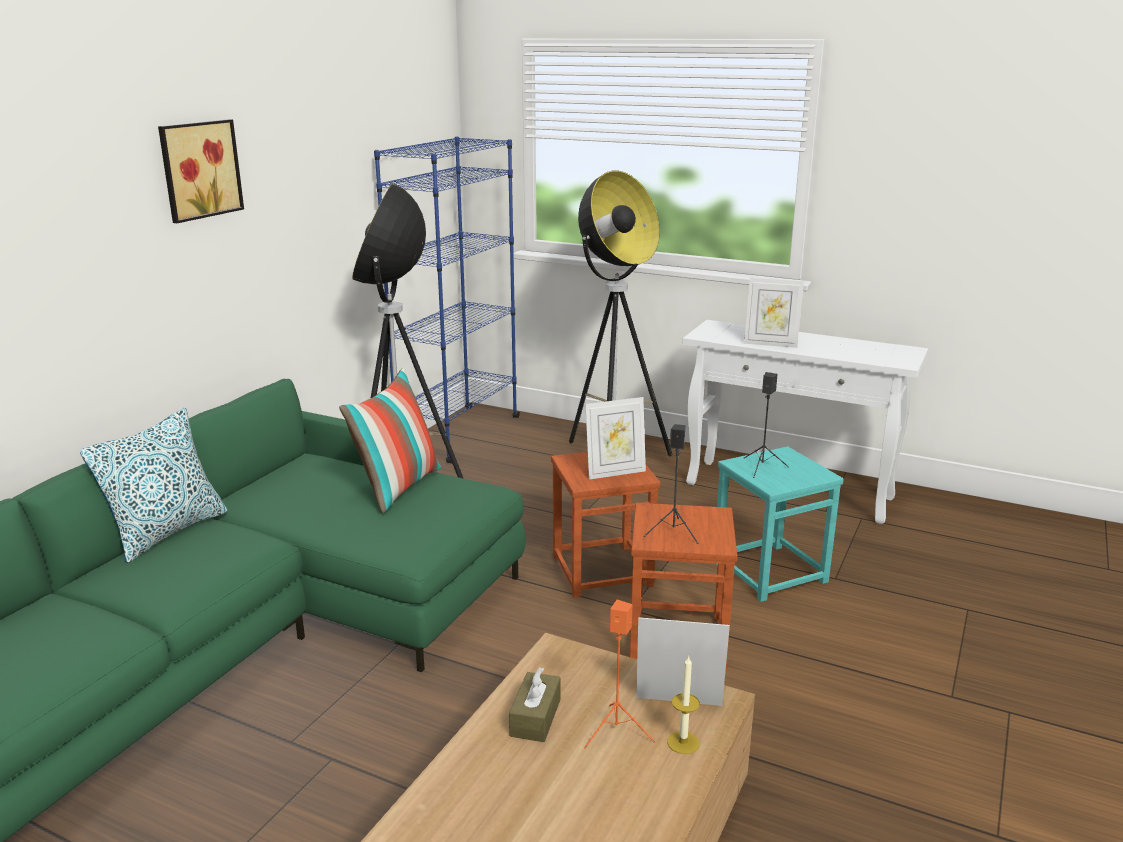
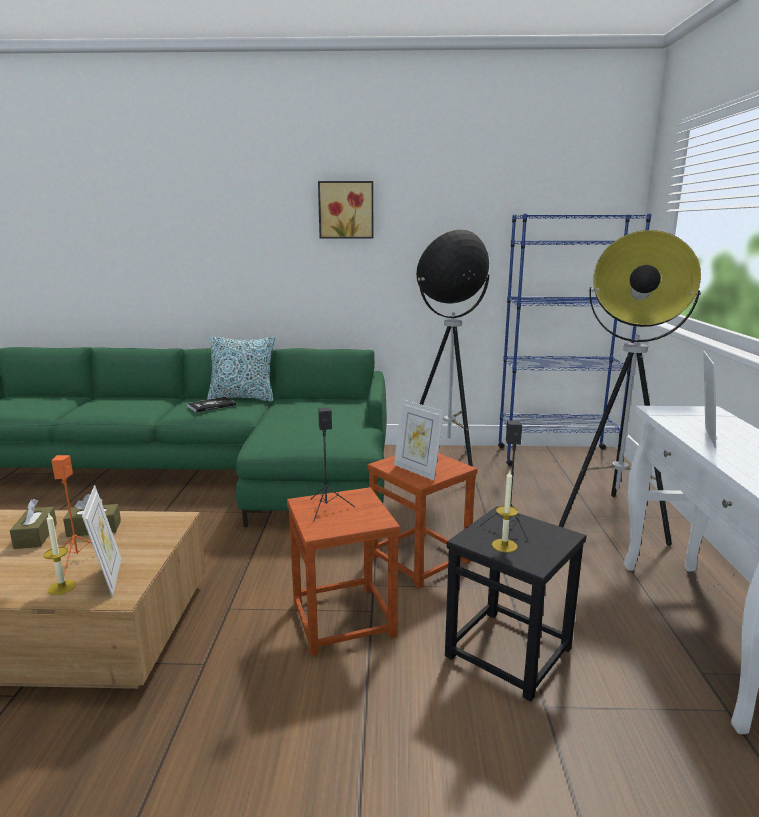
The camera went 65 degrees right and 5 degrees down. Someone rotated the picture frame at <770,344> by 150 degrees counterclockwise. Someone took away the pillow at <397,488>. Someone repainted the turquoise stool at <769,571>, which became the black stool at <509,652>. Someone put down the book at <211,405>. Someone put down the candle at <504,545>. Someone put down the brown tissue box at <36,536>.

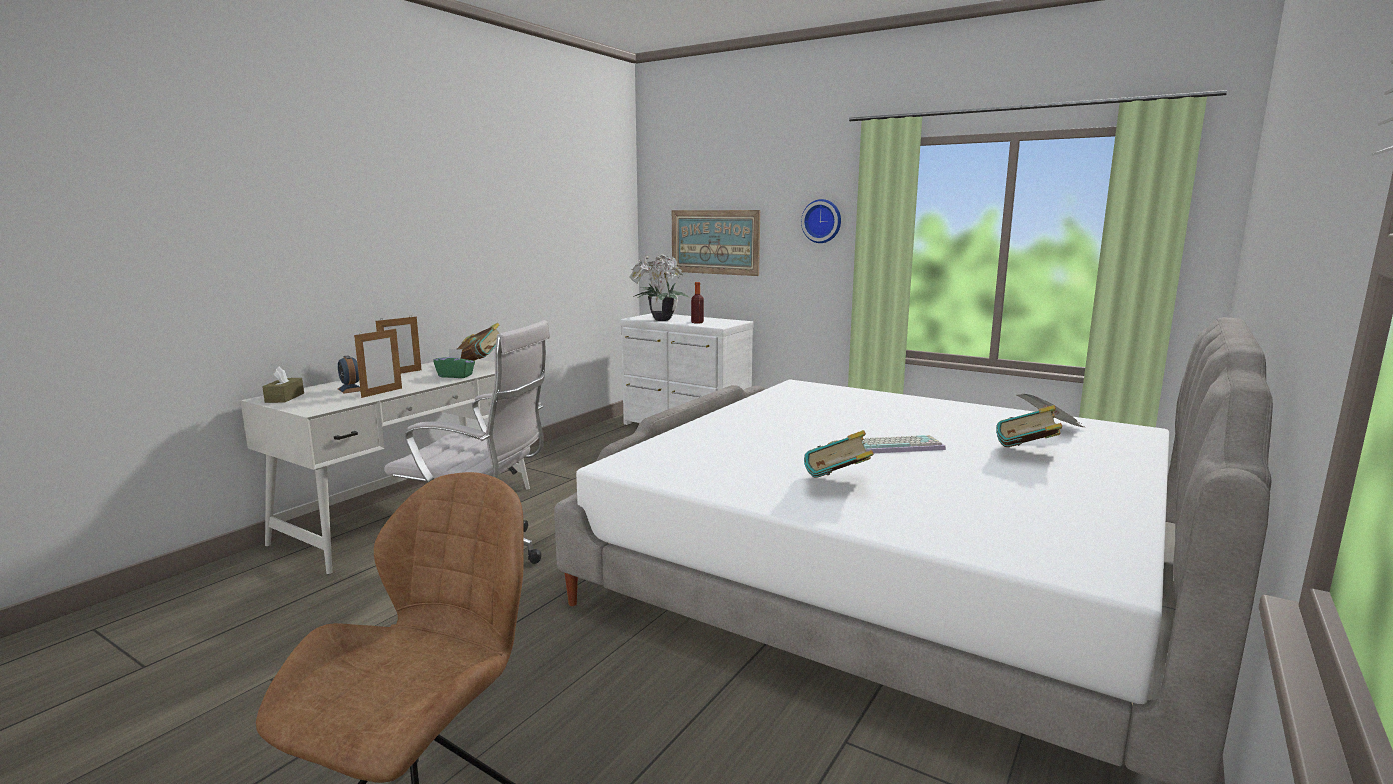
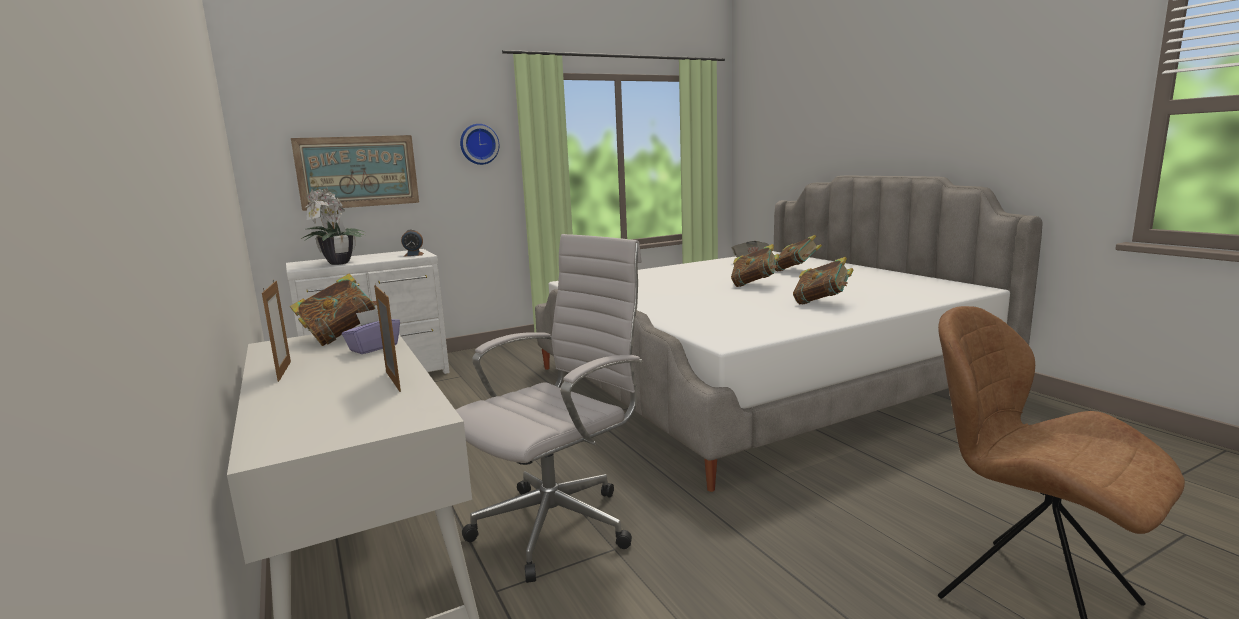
The camera went 60 degrees left and 0 degrees up. Someone took away the bottle at <697,322>. Someone repainted the green tissue box at <455,376>, which became the purple tissue box at <373,348>. Someone carried the alarm clock from <351,389> to <413,254>. Someone took away the brown tissue box at <284,398>. Someone swapped the keyboard at <895,446> for the book at <755,285>.

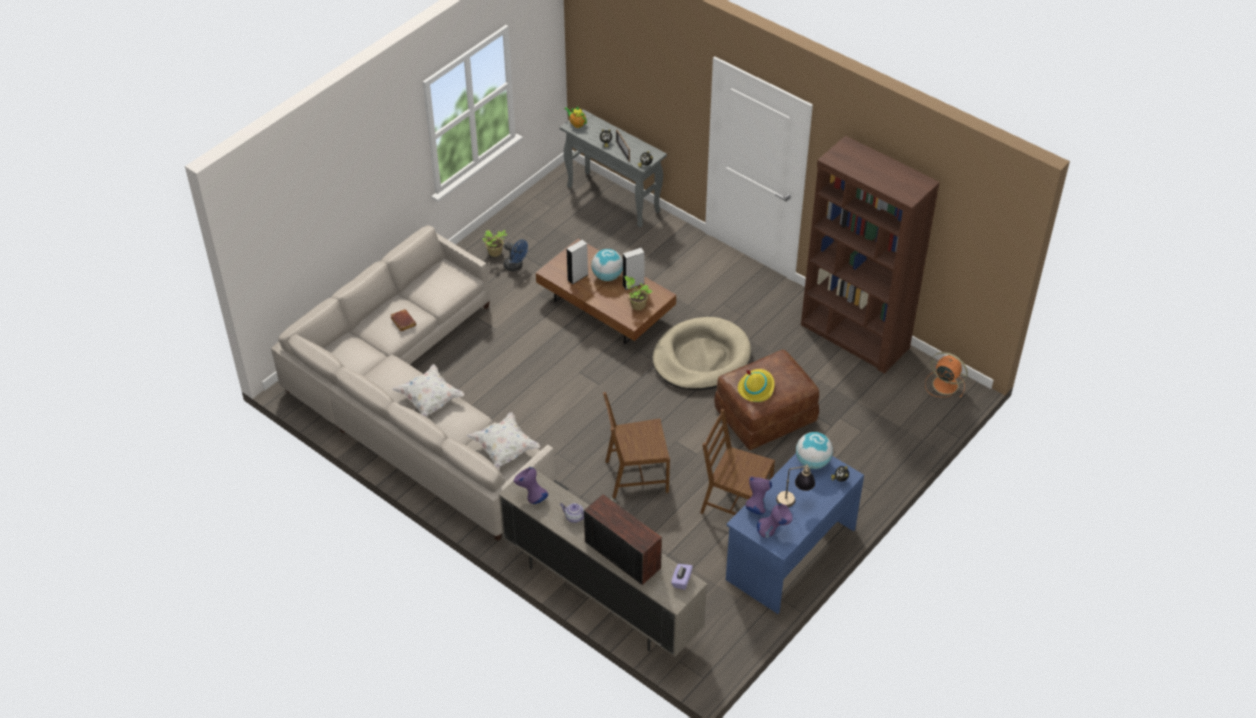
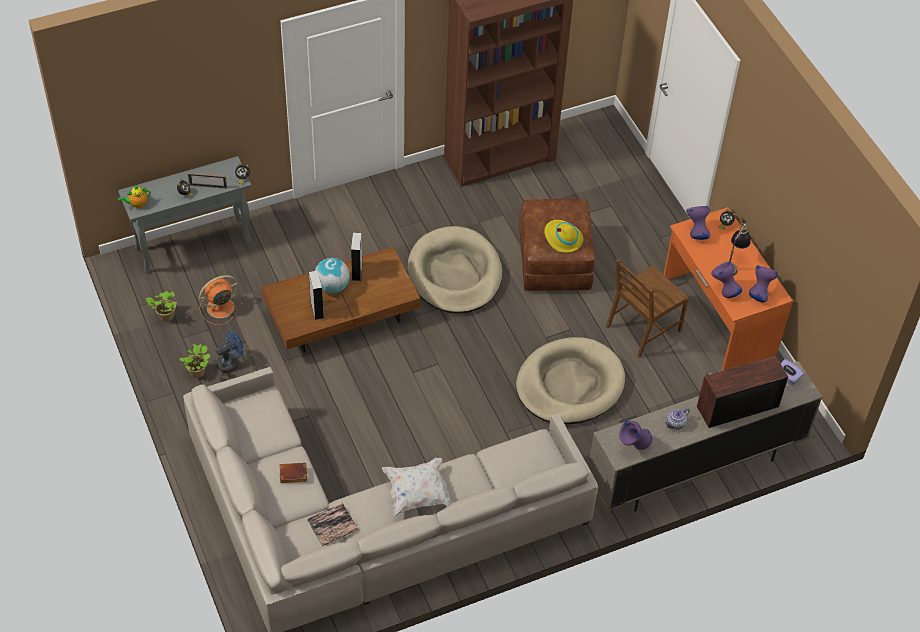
The camera went 65 degrees left and 5 degrees up. Someone carried the potted plant from <637,305> to <165,316>. Someone carried the orange fan from <944,384> to <219,308>. Someone swapped the brown chair at <636,476> for the beige dog bed at <569,384>. Someone took away the white pillow at <504,449>. Someone swapped the globe at <812,462> for the purple vase at <696,233>. Someone repainted the blue desk at <789,553>, which became the orange desk at <717,316>. Someone put down the book at <332,525>.

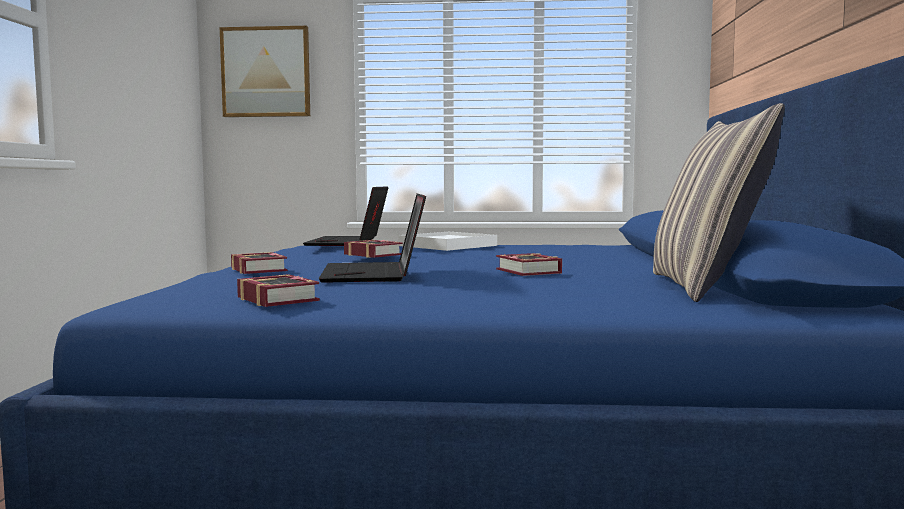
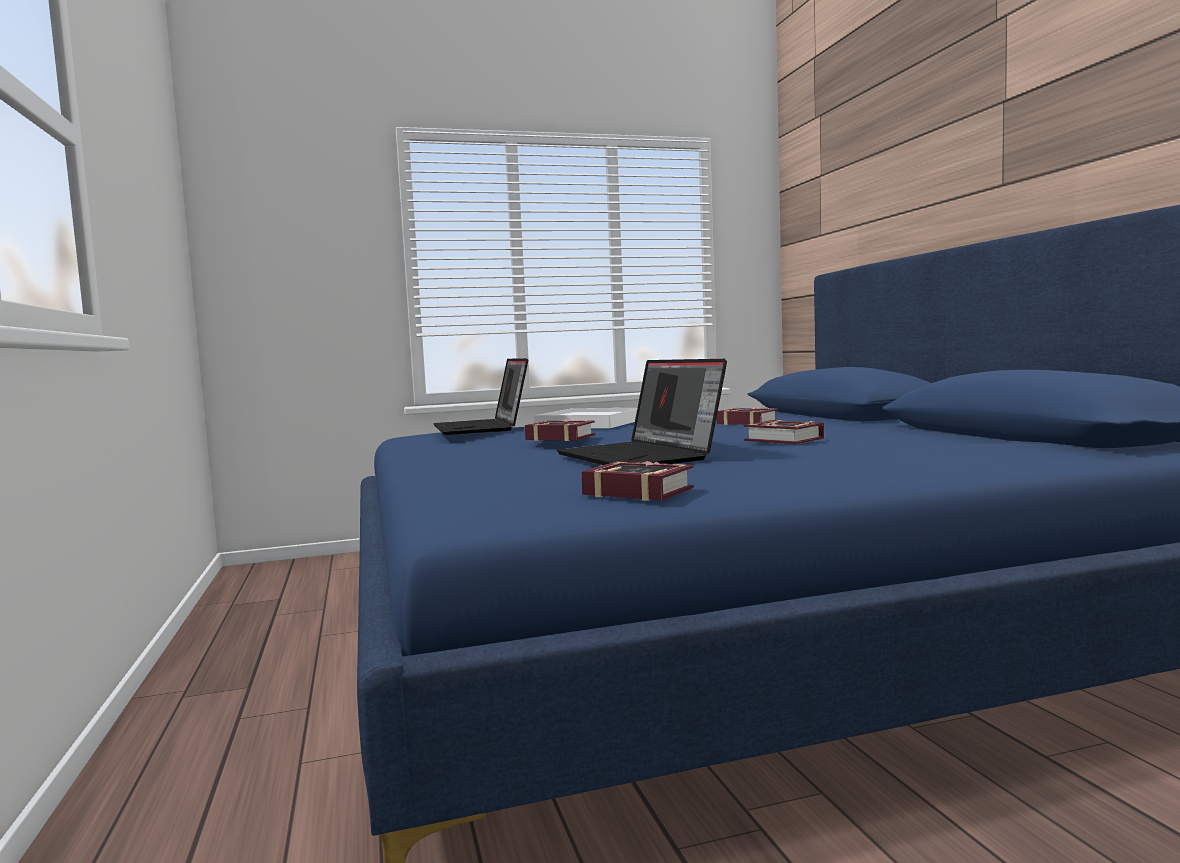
The camera went 20 degrees left and 0 degrees up. Someone took away the picture at <266,72>. Someone took away the pillow at <705,287>. Someone carried the book from <259,269> to <746,422>.

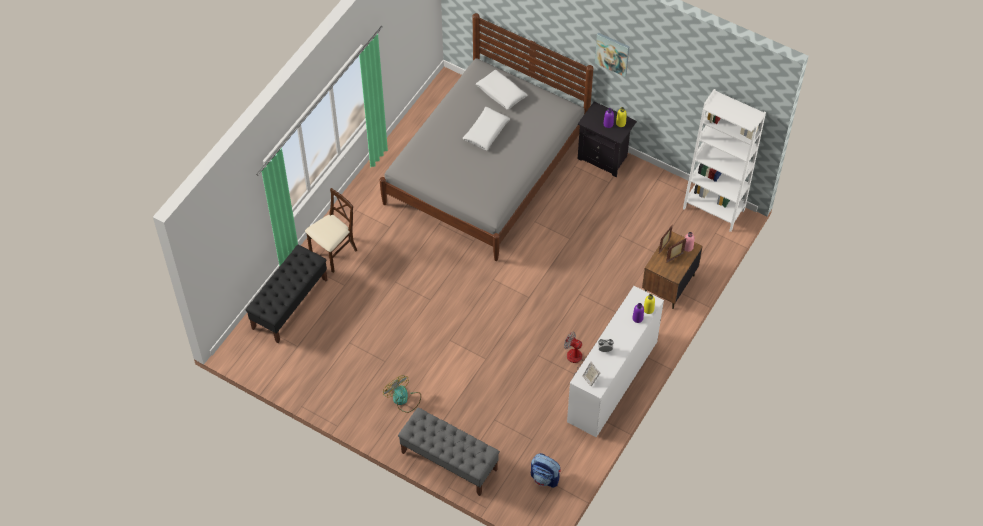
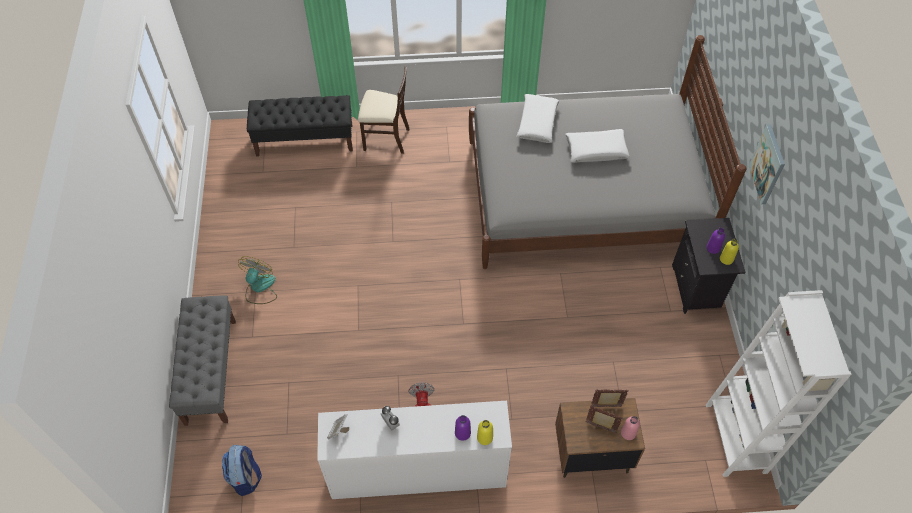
The camera went 55 degrees right and 0 degrees up. Someone carried the white pillow from <501,93> to <537,123>.

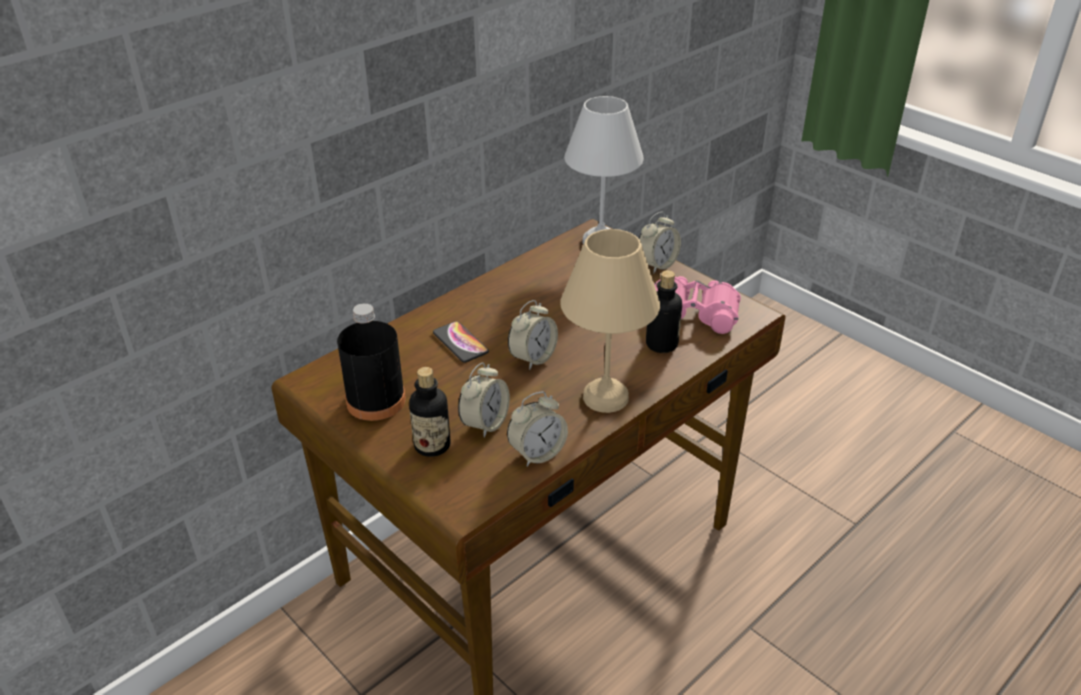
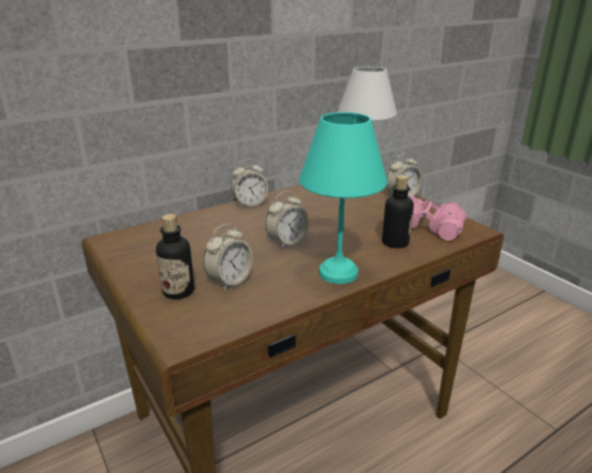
The camera went 10 degrees right and 10 degrees down. Someone repainted the beige table lamp at <607,398>, which became the turquoise table lamp at <339,274>. Someone took away the black bottle at <376,401>. Someone took away the phone at <460,342>. Someone carried the alarm clock from <537,453> to <250,203>.

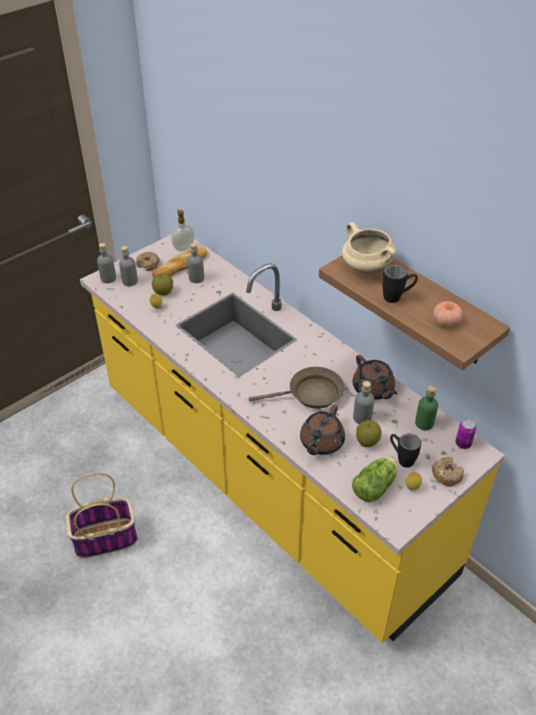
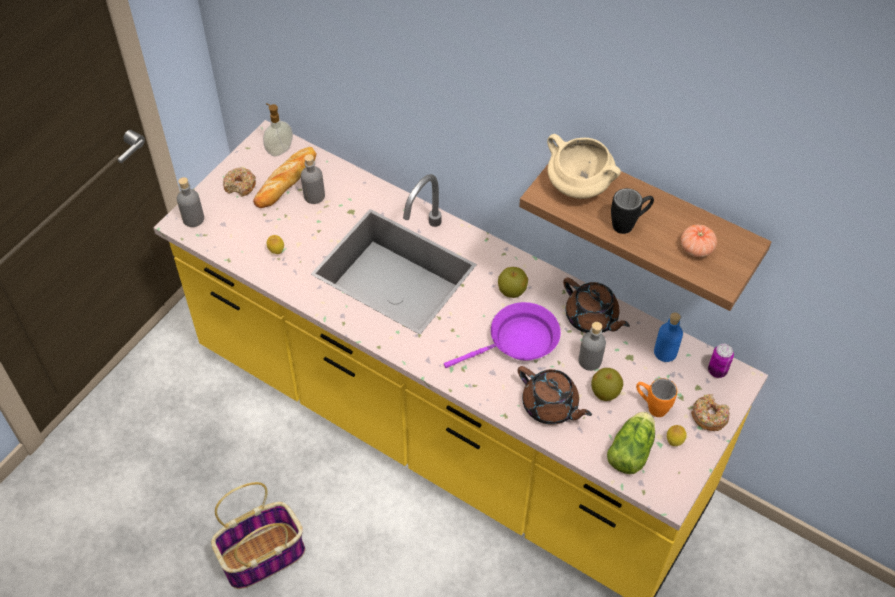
The camera went 15 degrees left and 10 degrees up. Someone took away the grey bottle at <130,281>. Someone carried the apple from <163,292> to <512,291>. Someone repainted the brown frying pan at <311,395>, which became the purple frying pan at <518,342>. Someone repainted the green bottle at <424,423>, which became the blue bottle at <665,352>. Someone rotated the brown teapot at <321,442> by 60 degrees counterclockwise. Someone repainted the black mug at <401,458>, which became the orange mug at <651,406>.

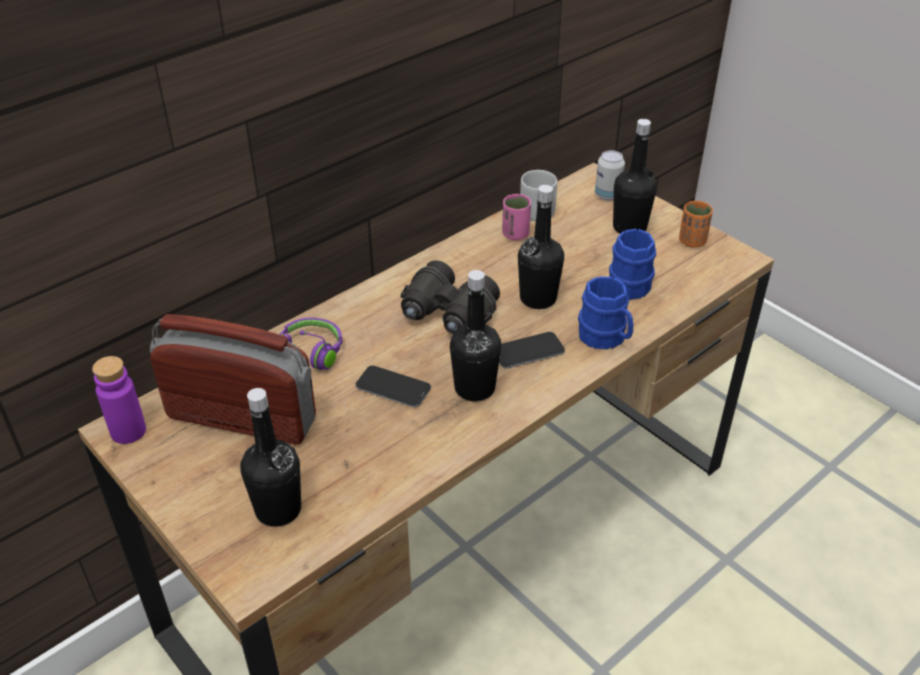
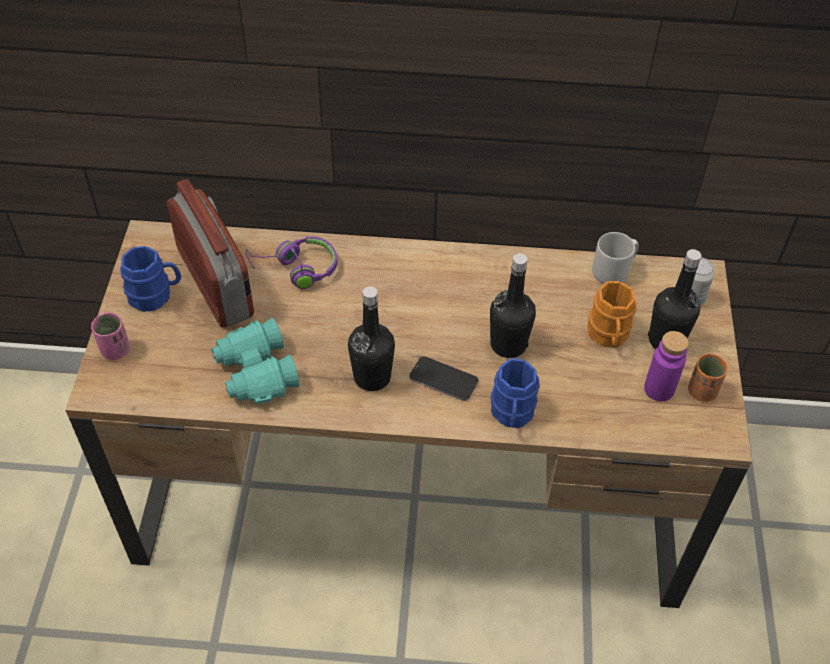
The camera went 45 degrees right and 10 degrees up. Someone carried the pink cup from <515,234> to <115,350>. Someone carried the blue mug from <632,282> to <156,295>. Someone took away the black binoculars at <447,314>. Someone carried the purple bottle from <128,431> to <659,389>. Someone took away the phone at <393,388>. Someone took away the black bottle at <278,509>. Someone put down the orange mug at <608,336>. Someone put down the turquoise binoculars at <255,373>.

